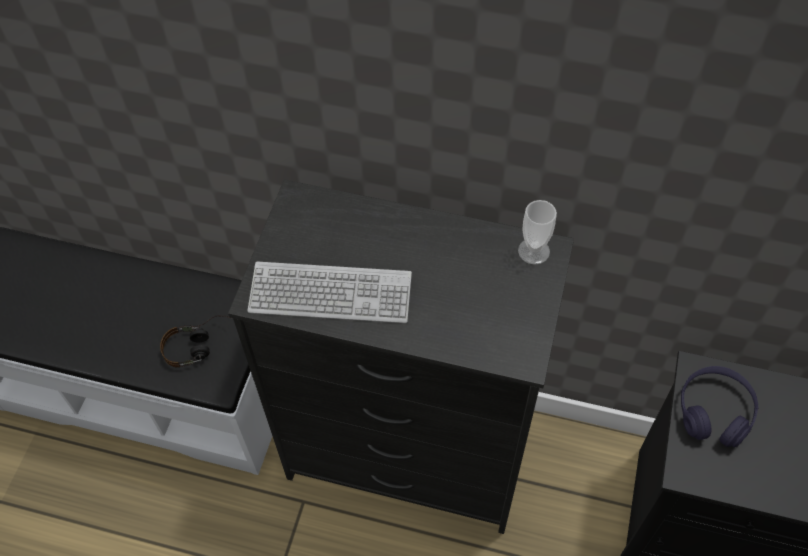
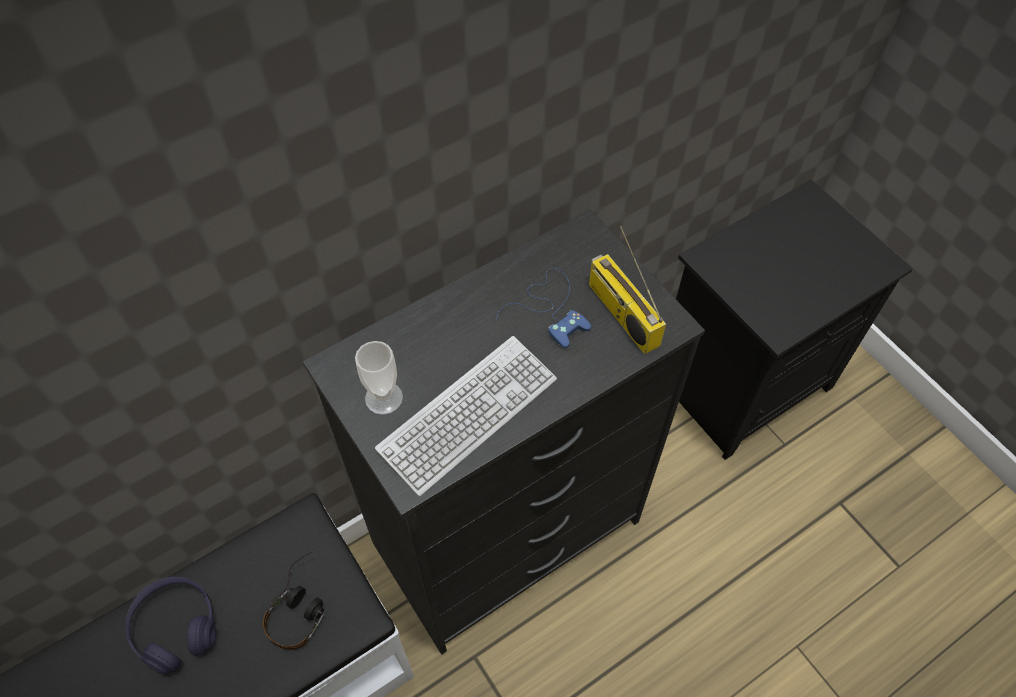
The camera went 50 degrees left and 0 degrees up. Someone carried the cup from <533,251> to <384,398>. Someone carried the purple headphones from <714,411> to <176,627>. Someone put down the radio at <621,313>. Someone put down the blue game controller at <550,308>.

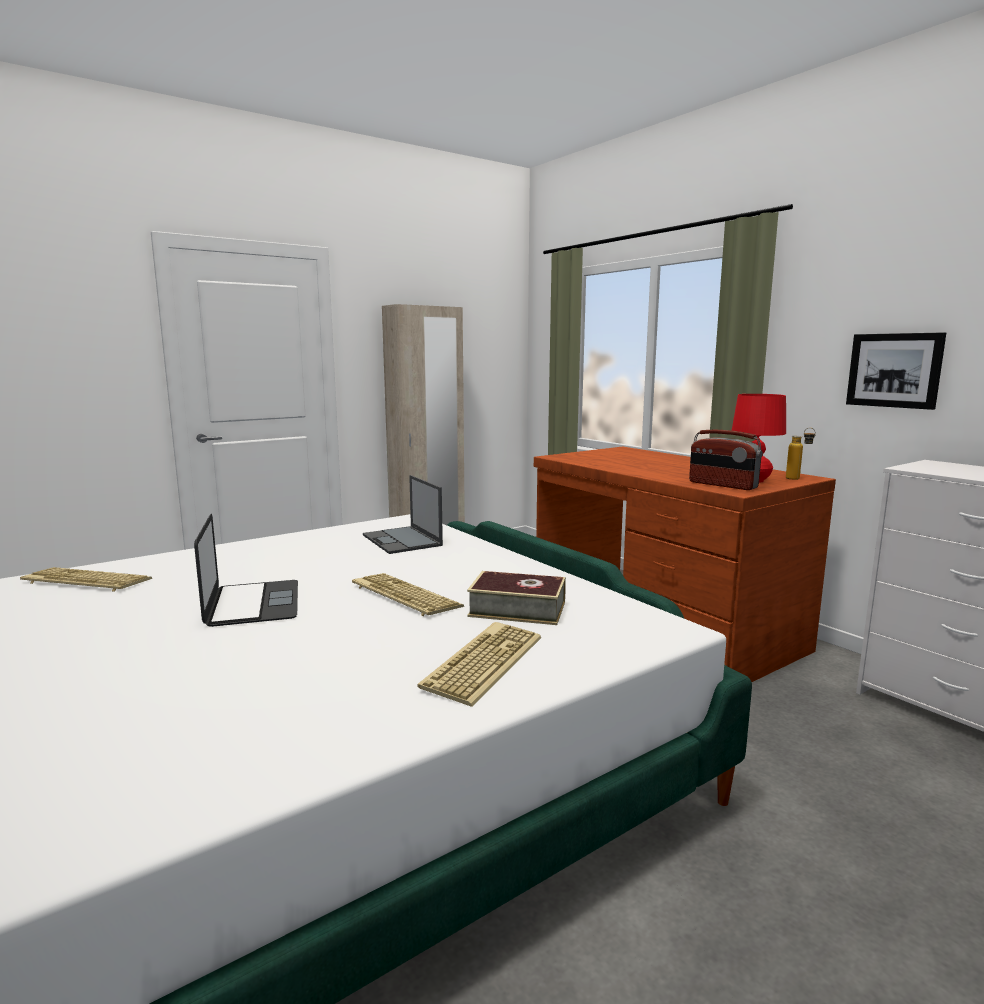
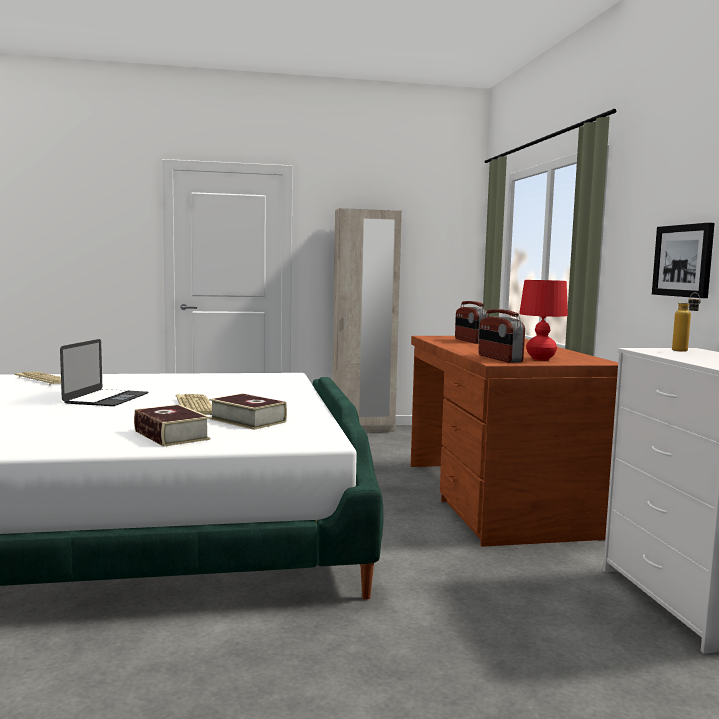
The camera went 25 degrees right and 5 degrees down. Someone carried the bottle from <798,479> to <684,351>. Someone took away the laptop at <402,540>. Someone swapped the keyboard at <482,661> for the book at <171,435>. Someone put down the radio at <470,341>.

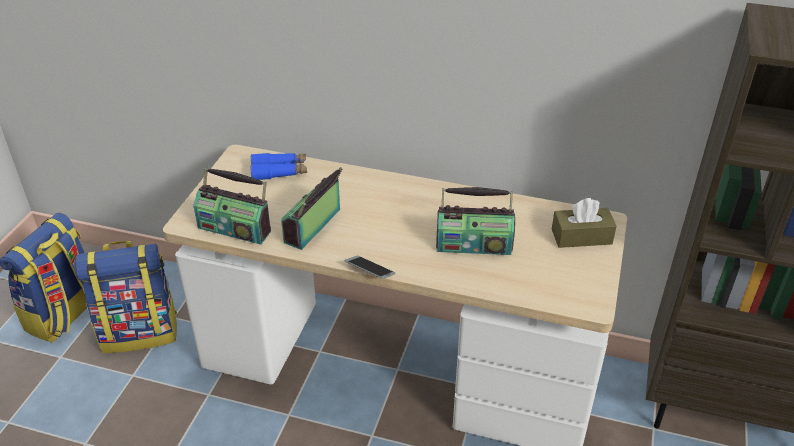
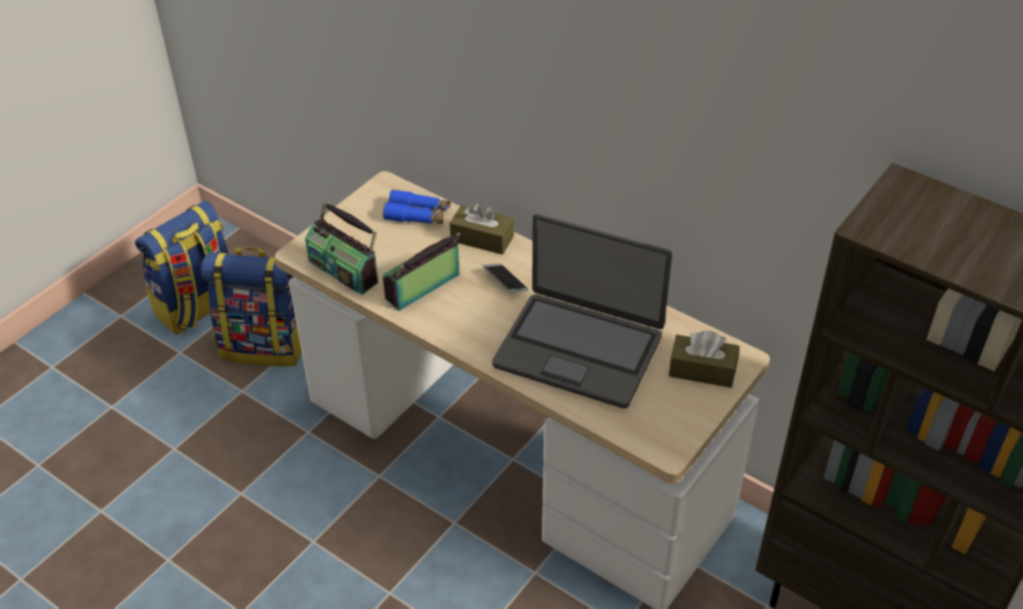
The camera went 20 degrees right and 5 degrees up. Someone swapped the radio at <474,244> for the laptop at <579,349>. Someone carried the phone from <370,271> to <505,282>. Someone put down the brown tissue box at <482,238>.

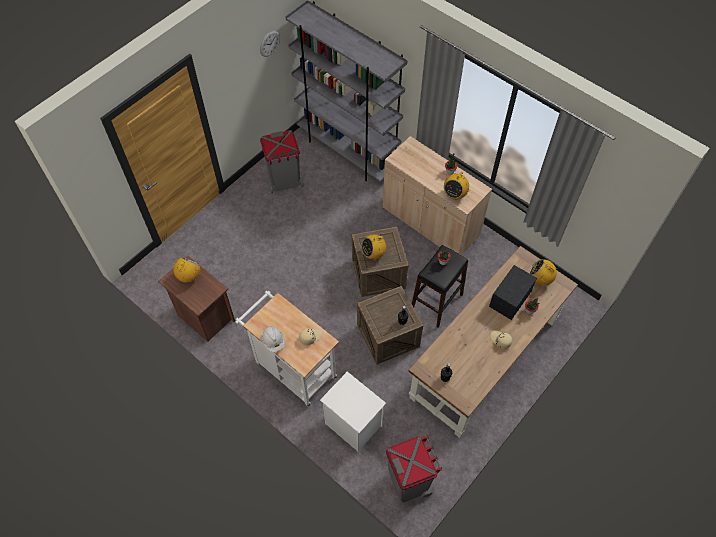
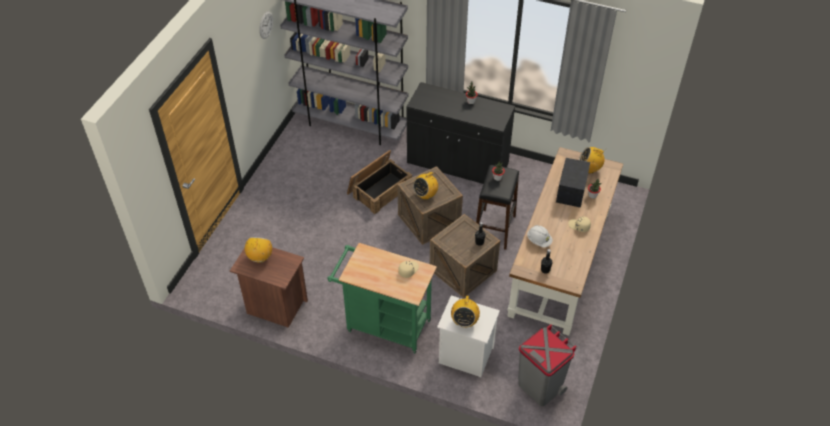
The camera went 20 degrees left and 10 degrees down. Someone took away the grey trash can at <285,181>. Someone repainted the beige cabinet at <430,222>, which became the black cabinet at <457,164>. Someone carried the radio from <454,194> to <464,321>. Someone repainted the white cart at <292,367>, which became the green cart at <384,324>. Someone carried the white hard hat from <273,341> to <539,240>. Someone put down the crate at <379,189>.

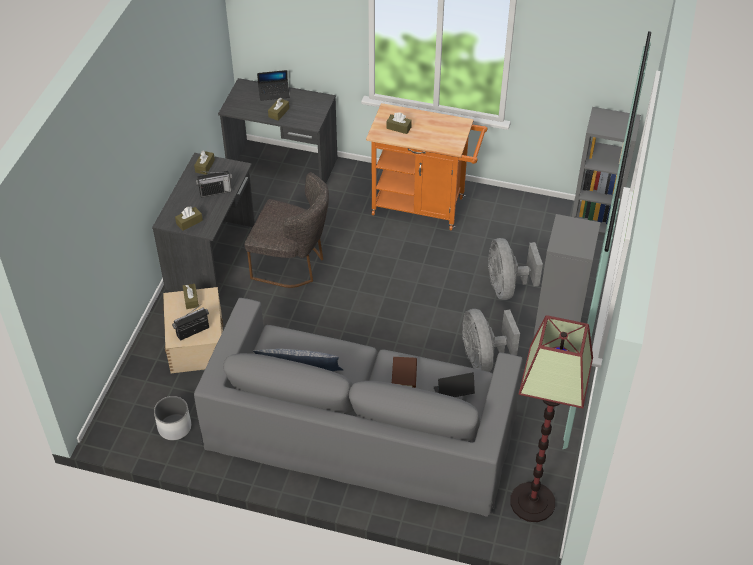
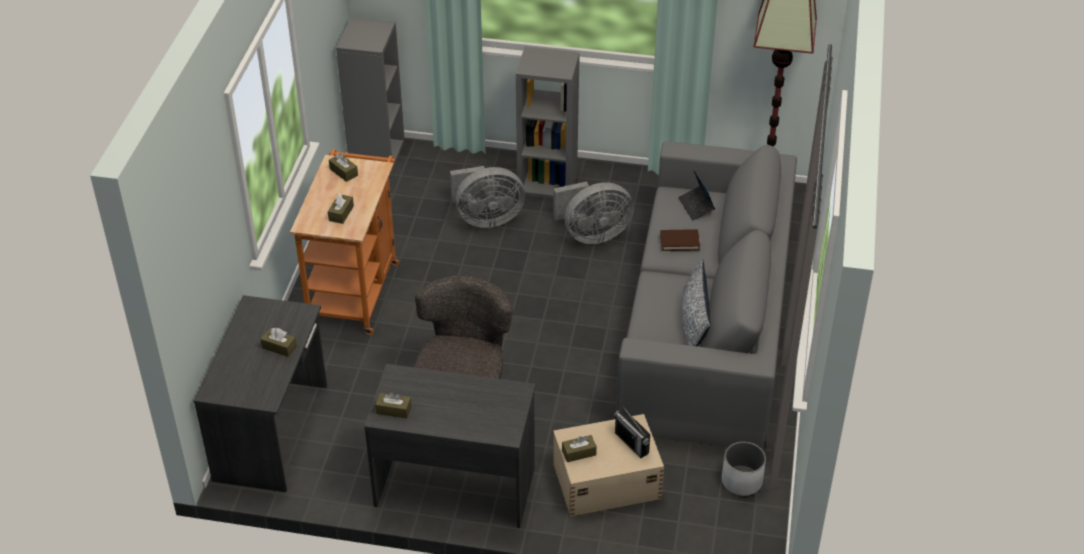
The camera went 95 degrees left and 5 degrees down. Someone took away the laptop at <274,93>. Someone took away the radio at <215,192>. Someone carried the brown tissue box from <189,222> to <343,172>.

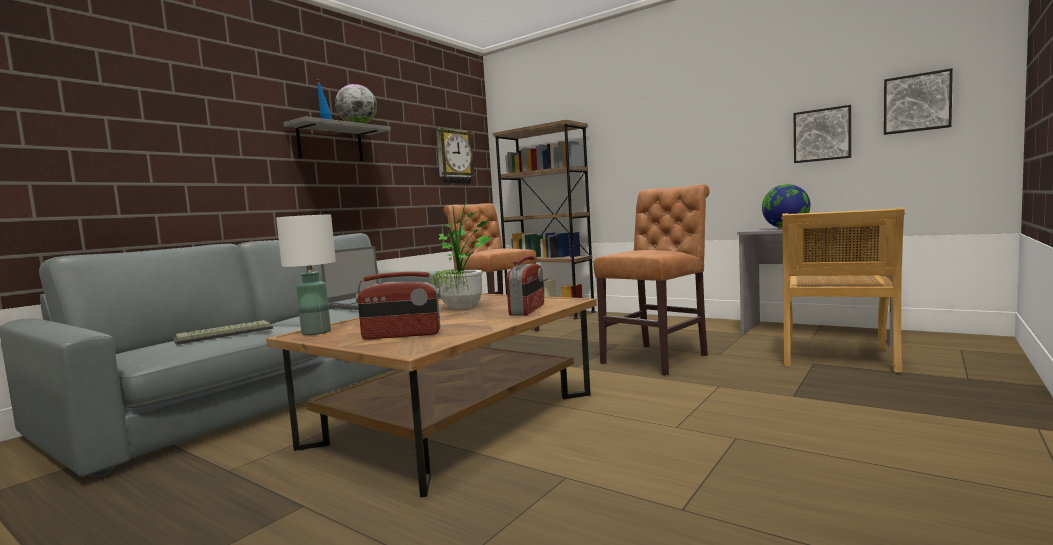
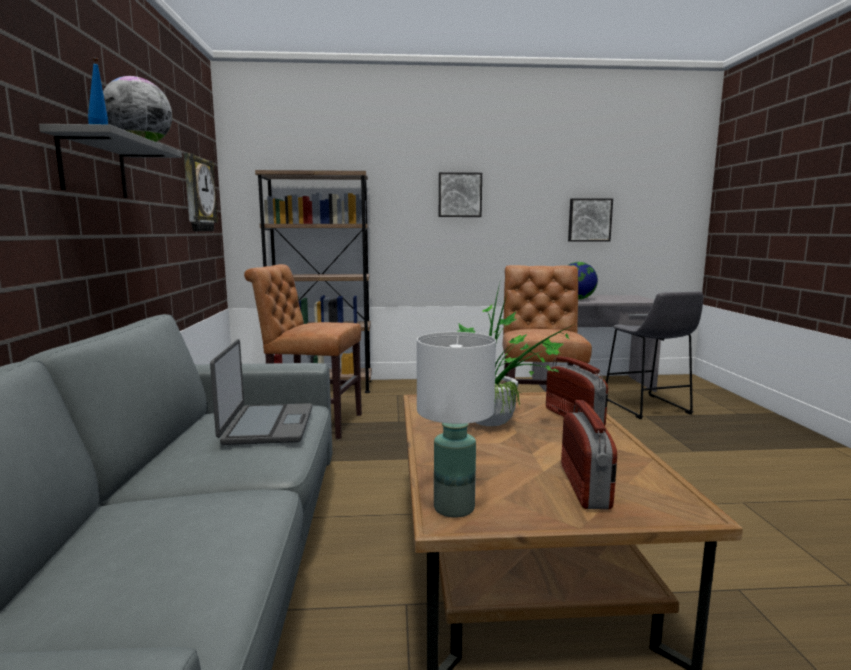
The camera went 40 degrees left and 5 degrees up. Someone carried the picture from <917,103> to <459,195>. Someone swapped the beige chair at <837,358> for the grey stool at <648,408>. Someone rotated the radio at <401,335> by 45 degrees counterclockwise. Someone took away the keyboard at <223,334>.

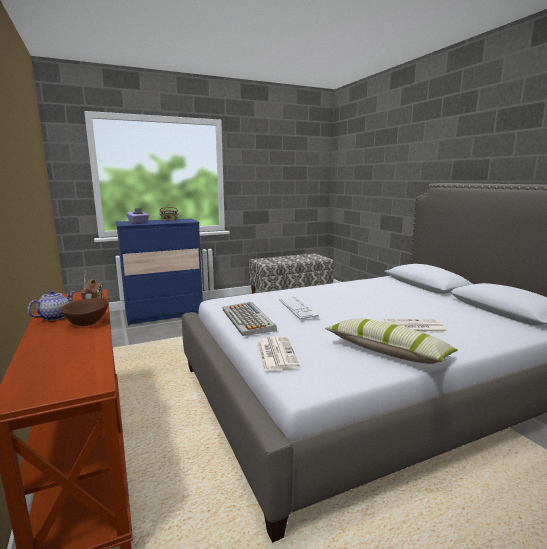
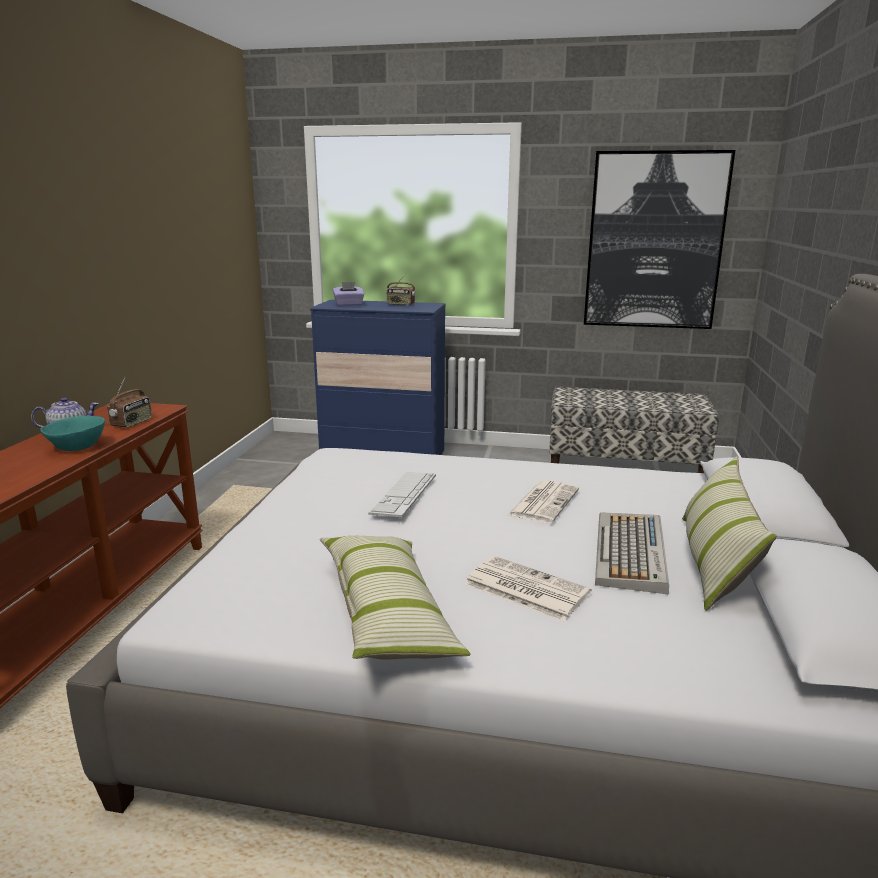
The camera went 35 degrees right and 5 degrees up. Someone repainted the brown bowl at <86,322>, which became the turquoise bowl at <77,447>. Someone carried the keyboard from <248,319> to <631,553>. Someone carried the newspaper from <276,353> to <543,502>. Someone put up the picture at <654,241>. Someone put down the pillow at <714,561>.

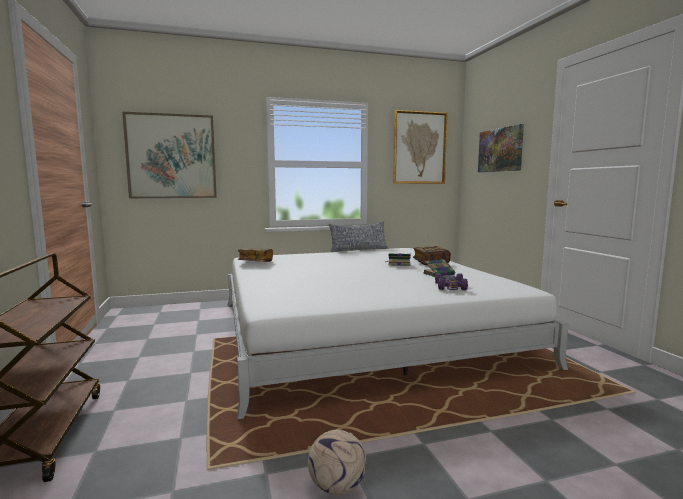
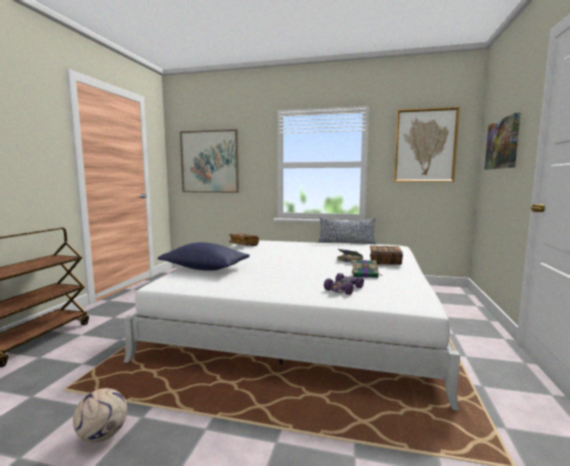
The camera went 30 degrees right and 0 degrees up. Someone put down the blue pillow at <204,268>.

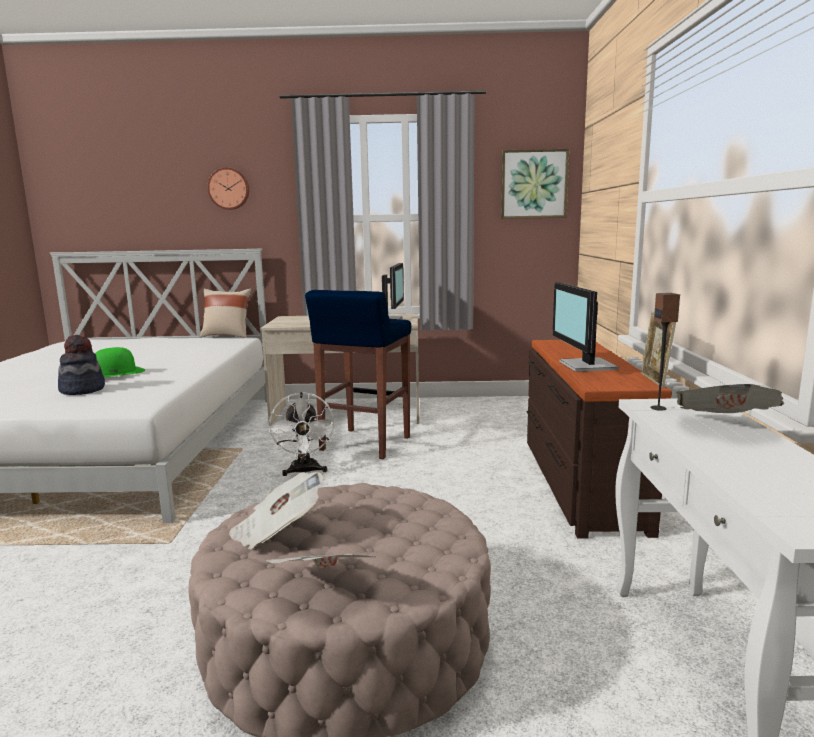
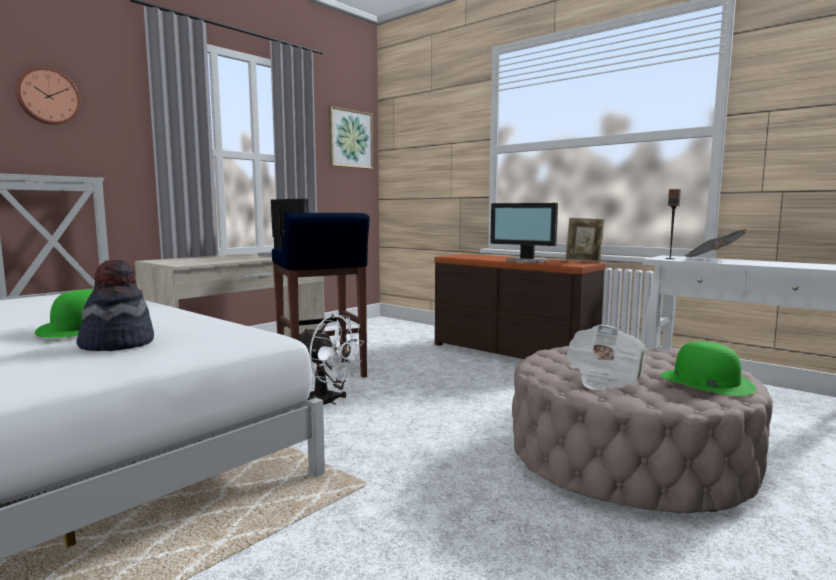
The camera went 50 degrees left and 5 degrees down. Someone took away the beige pillow at <227,336>. Someone swapped the newspaper at <325,584> for the green hat at <705,382>.

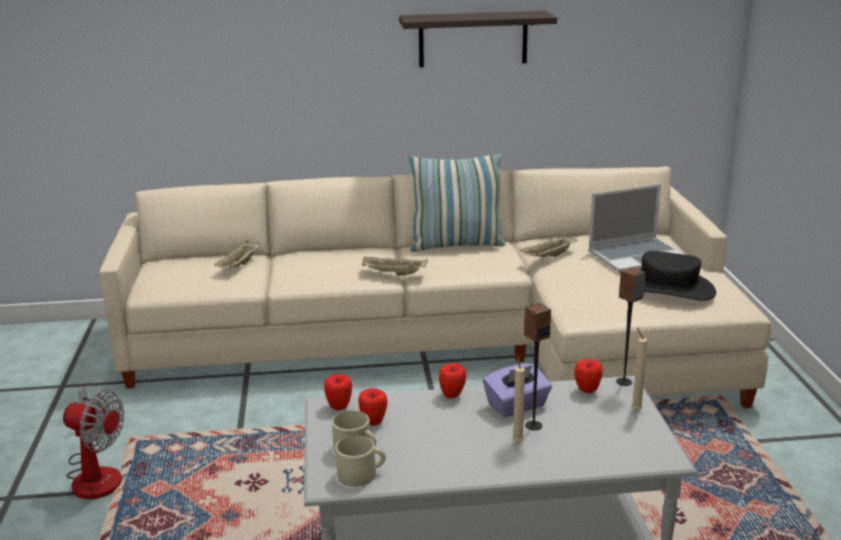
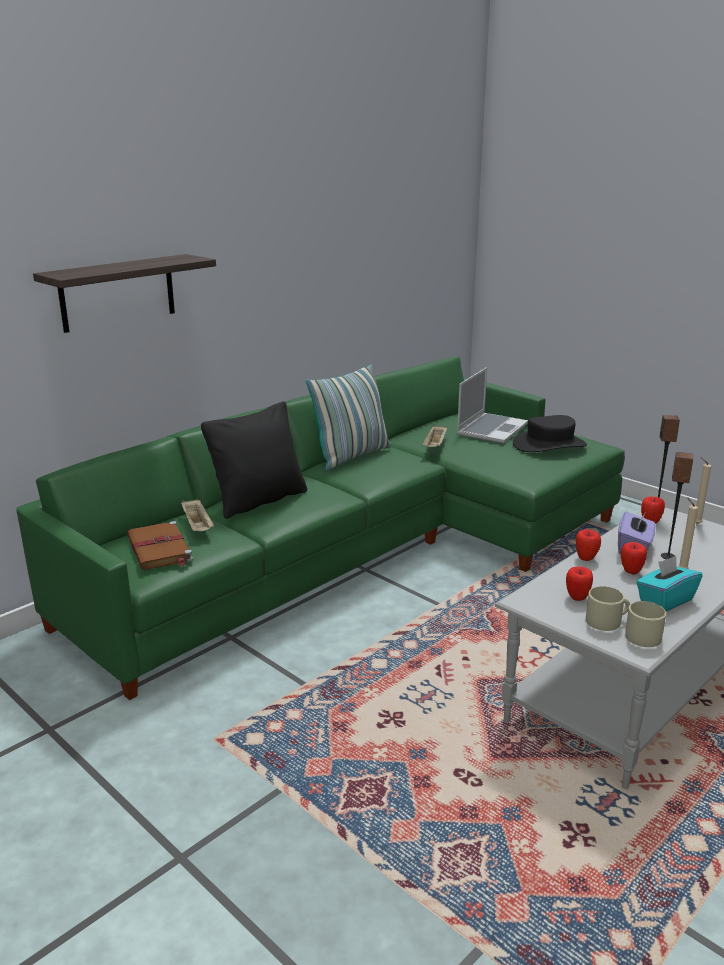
The camera went 40 degrees left and 0 degrees up. Someone carried the shelf from <473,39> to <118,293>. Someone repainted the beige sofa at <452,343>, which became the green sofa at <363,548>. Someone took away the beige tray at <393,274>. Someone carried the apple from <339,406> to <631,571>. Someone took away the fan at <96,473>. Someone put down the black pillow at <259,501>. Someone put down the brown book at <159,549>. Someone put down the turquoise tissue box at <665,600>.

